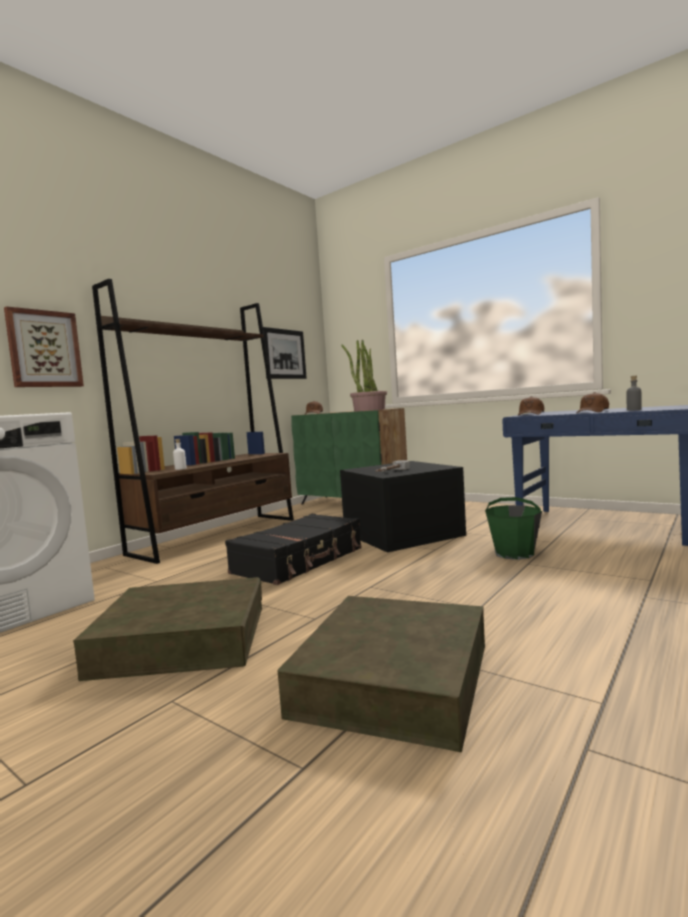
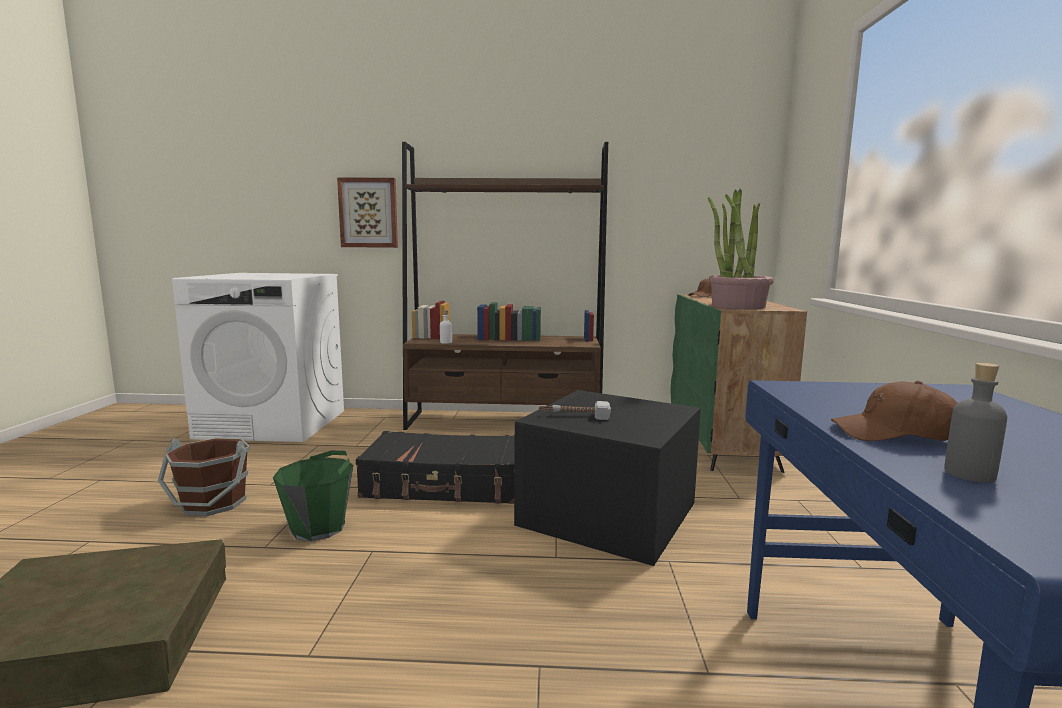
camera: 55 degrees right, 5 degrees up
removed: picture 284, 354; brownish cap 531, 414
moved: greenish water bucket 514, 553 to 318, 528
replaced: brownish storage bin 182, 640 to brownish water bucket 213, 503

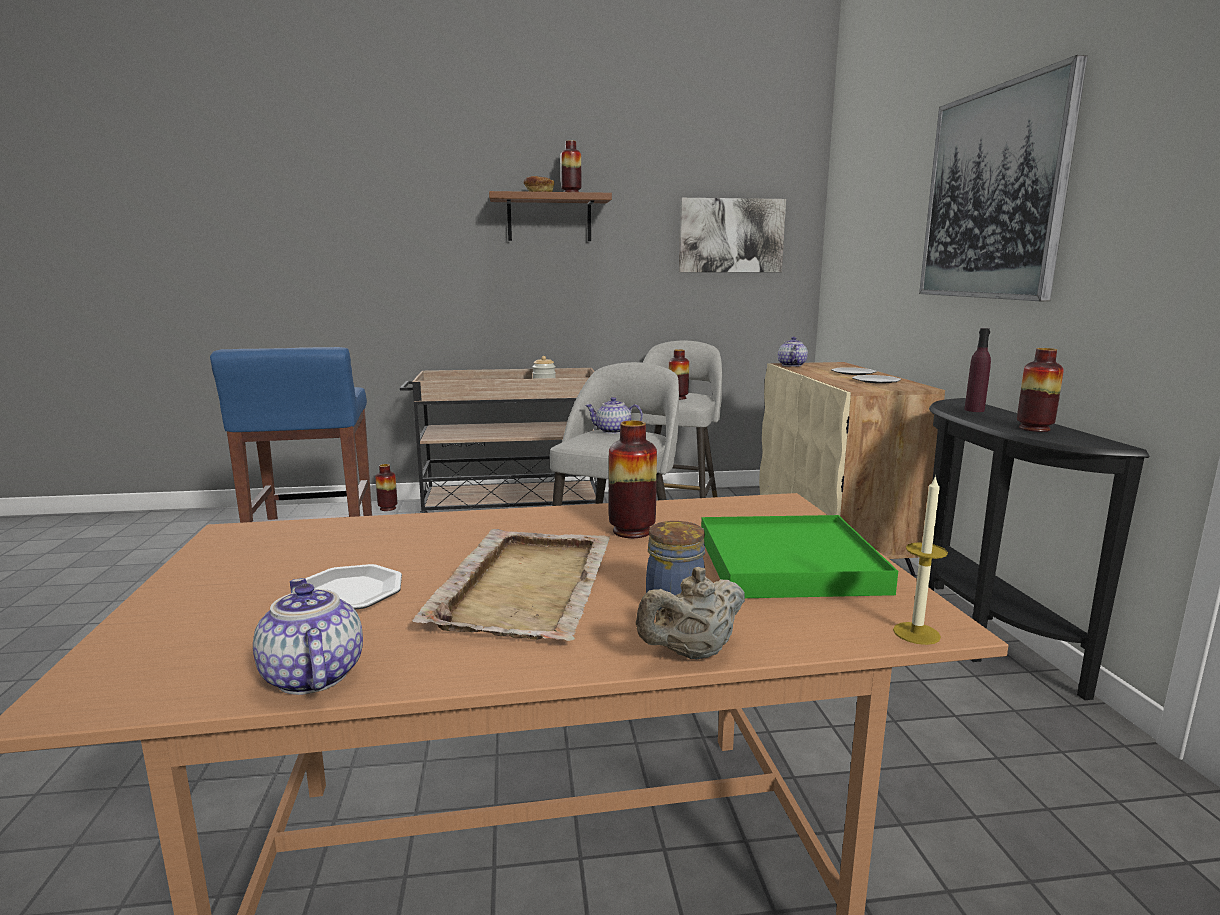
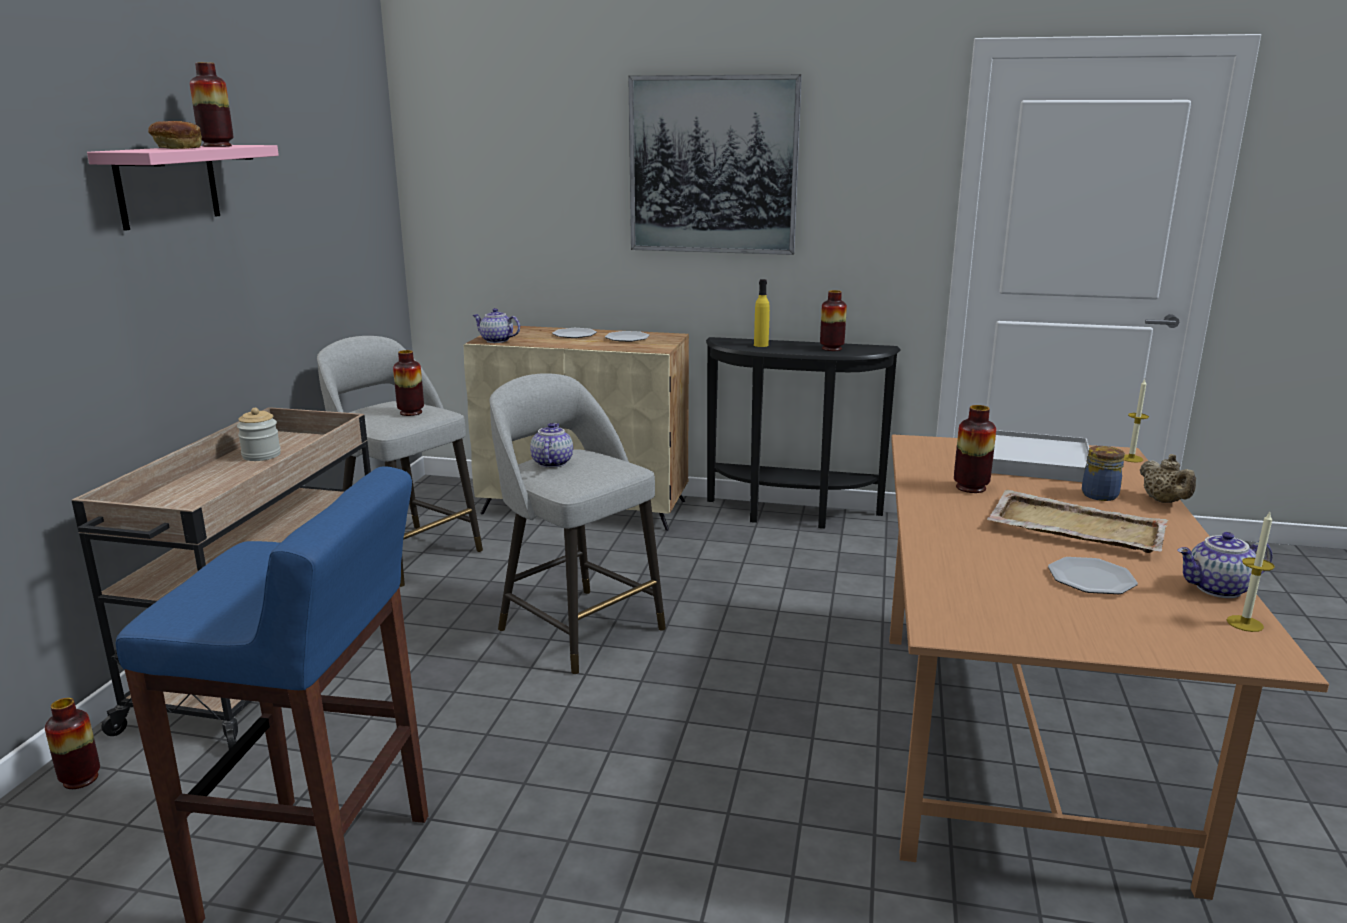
camera: 70 degrees left, 5 degrees up
removed: picture 731, 235
added: candle 1244, 623
recoloured: brownish shelf 549, 218 to pinkish shelf 167, 185; greenish tray 789, 564 to whitish tray 1037, 462; purple drink bottle 974, 410 to yellow drink bottle 761, 345
turned: tea pot 613, 431 = 551, 463 150 degrees clockwise

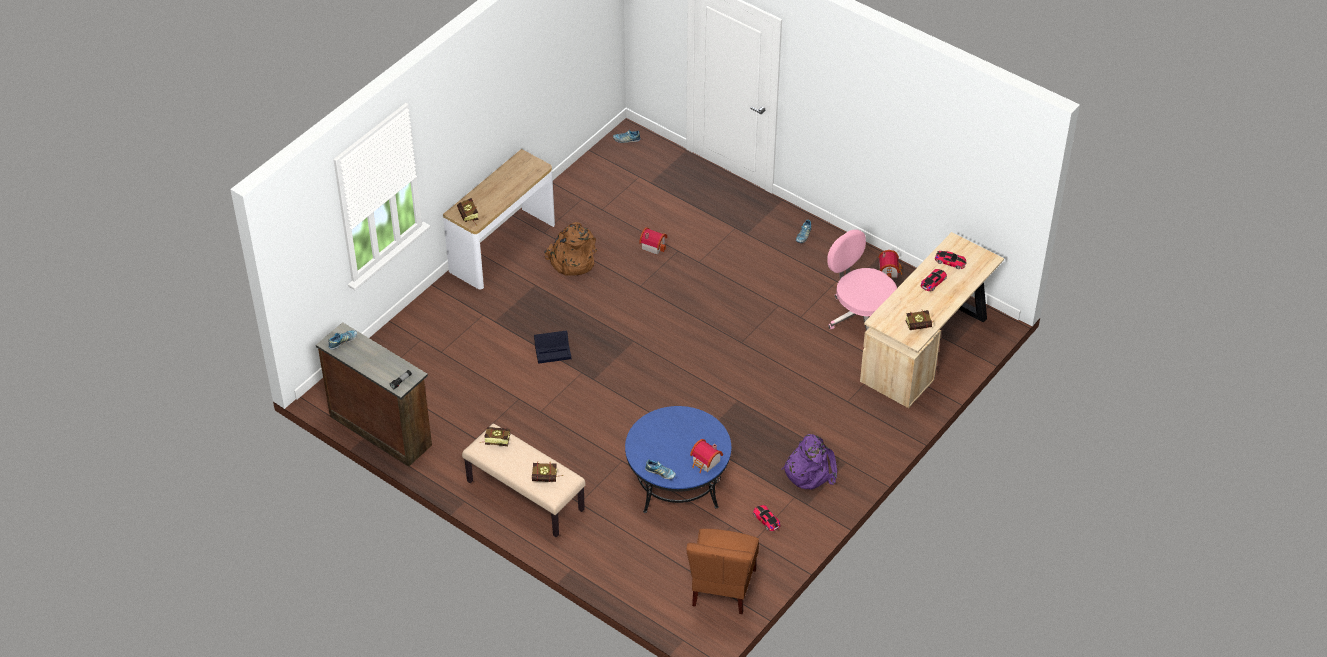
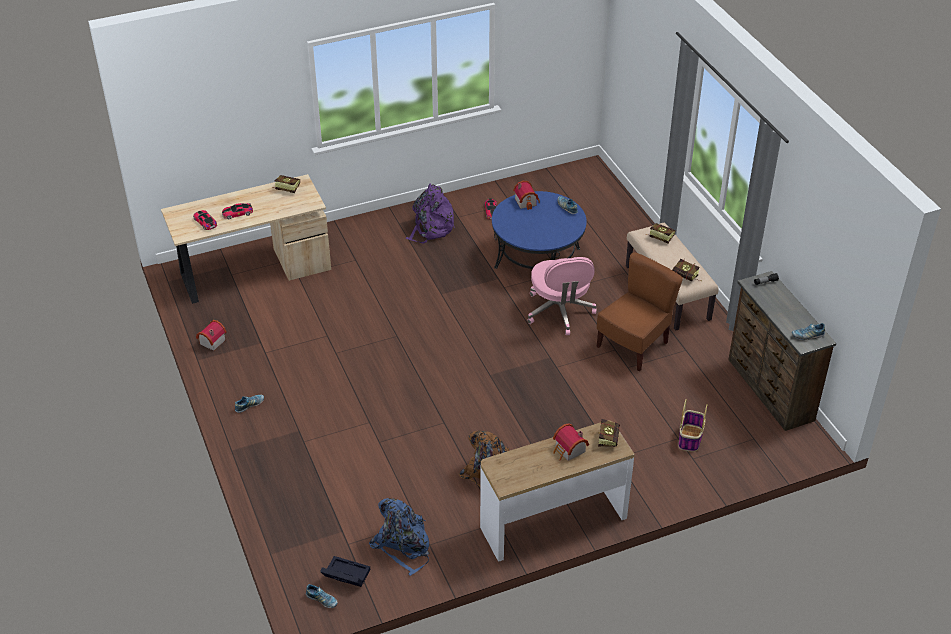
camera: 150 degrees left, 5 degrees down
added: blue knapsack 403, 545; household basket 690, 439
moved: black storage bin 554, 351 to 344, 575; model house 653, 245 to 569, 451; brownish chair 722, 588 to 633, 345; pinkish computer chair 860, 316 to 559, 312

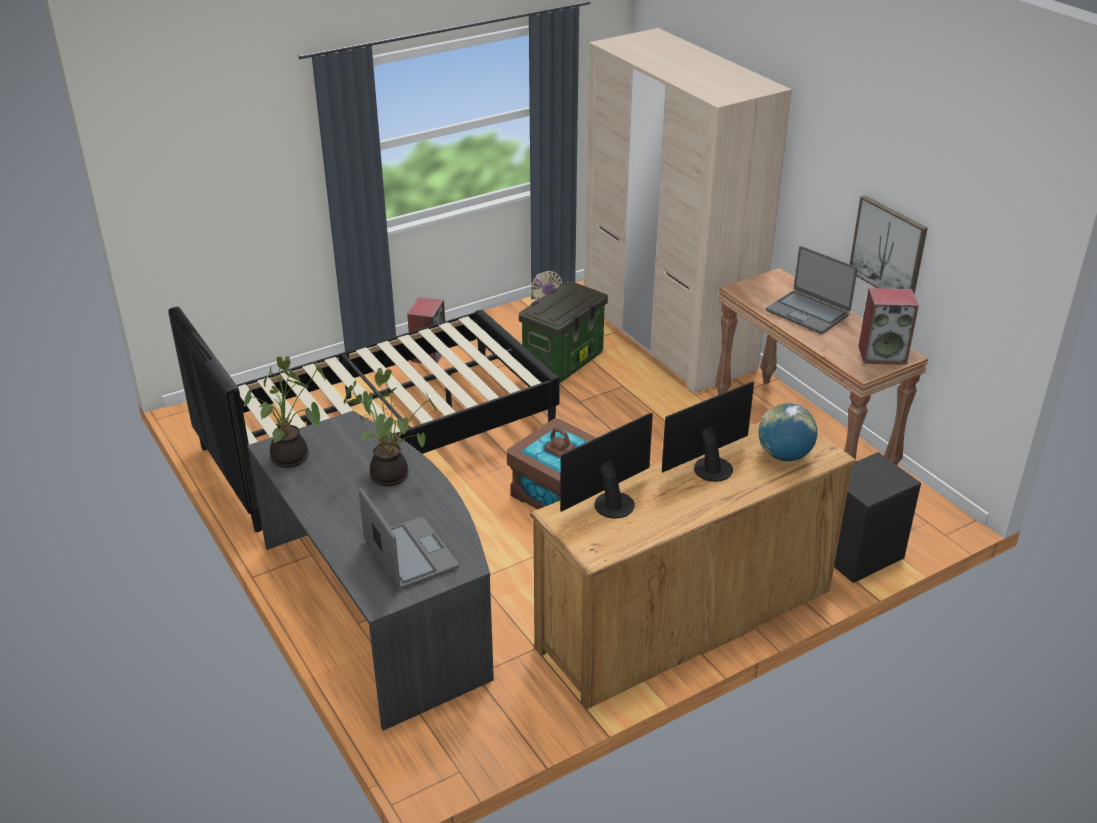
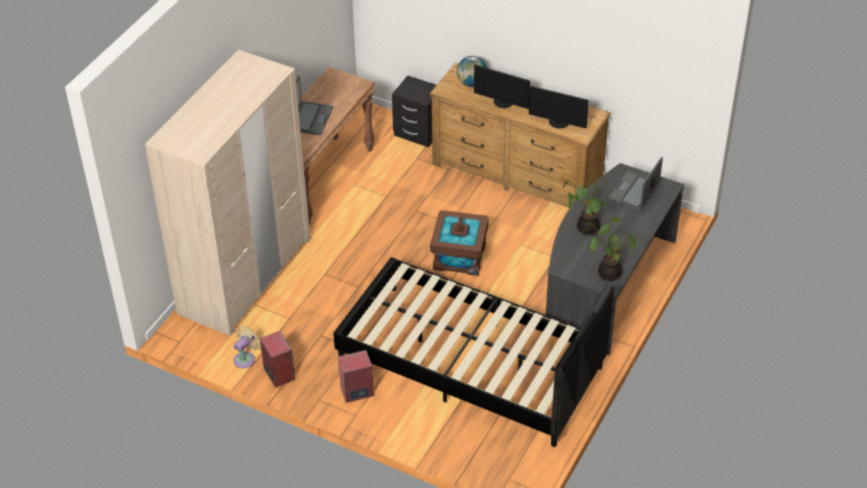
camera: 120 degrees left, 10 degrees up
removed: storage bin 563, 361; picture 888, 249
moved: audio speaker 883, 355 to 278, 373

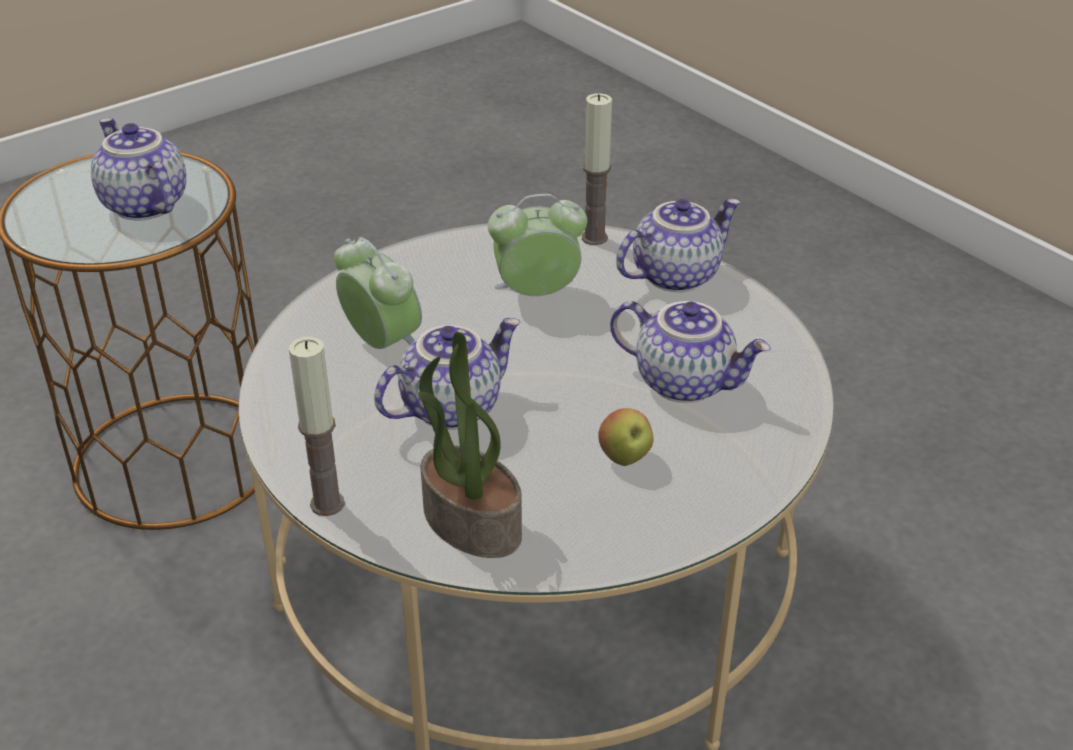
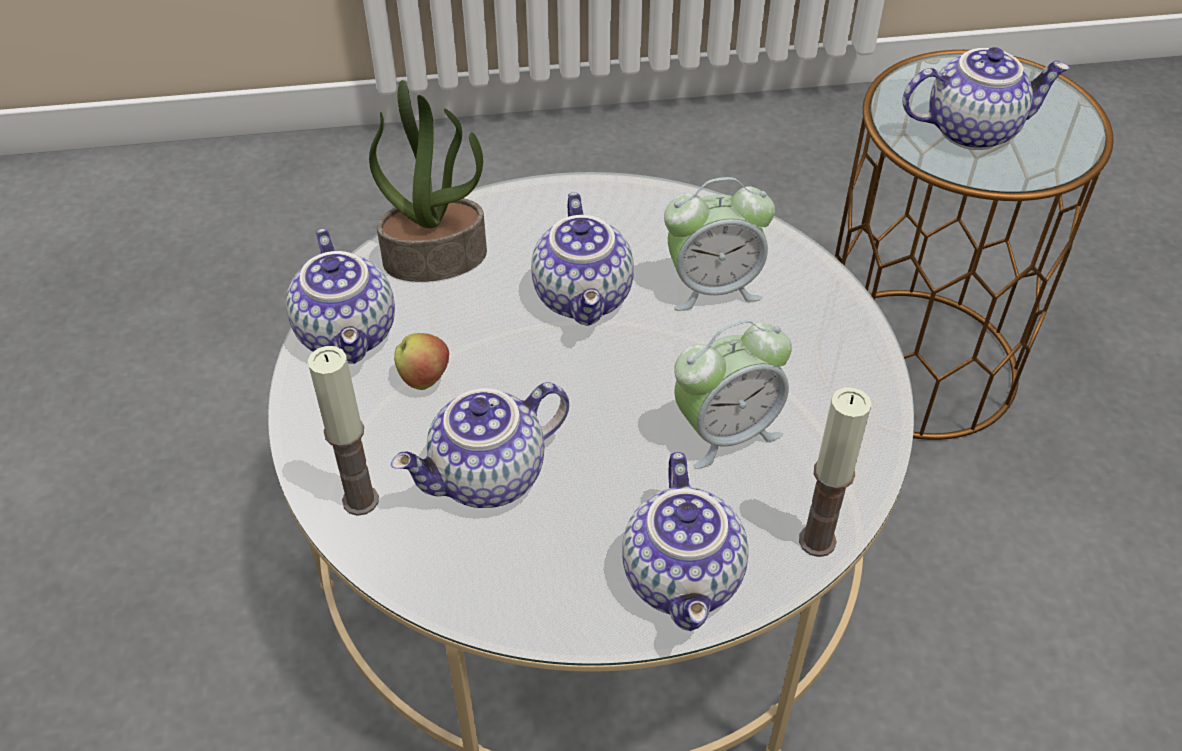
camera: 120 degrees right, 10 degrees up
added: tea pot 350, 334
moved: candle 327, 504 to 360, 500
turned: alarm clock 537, 294 = 726, 432 45 degrees clockwise

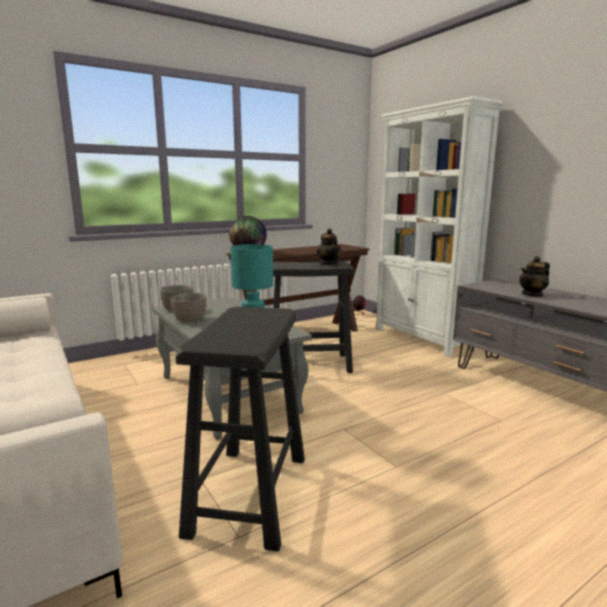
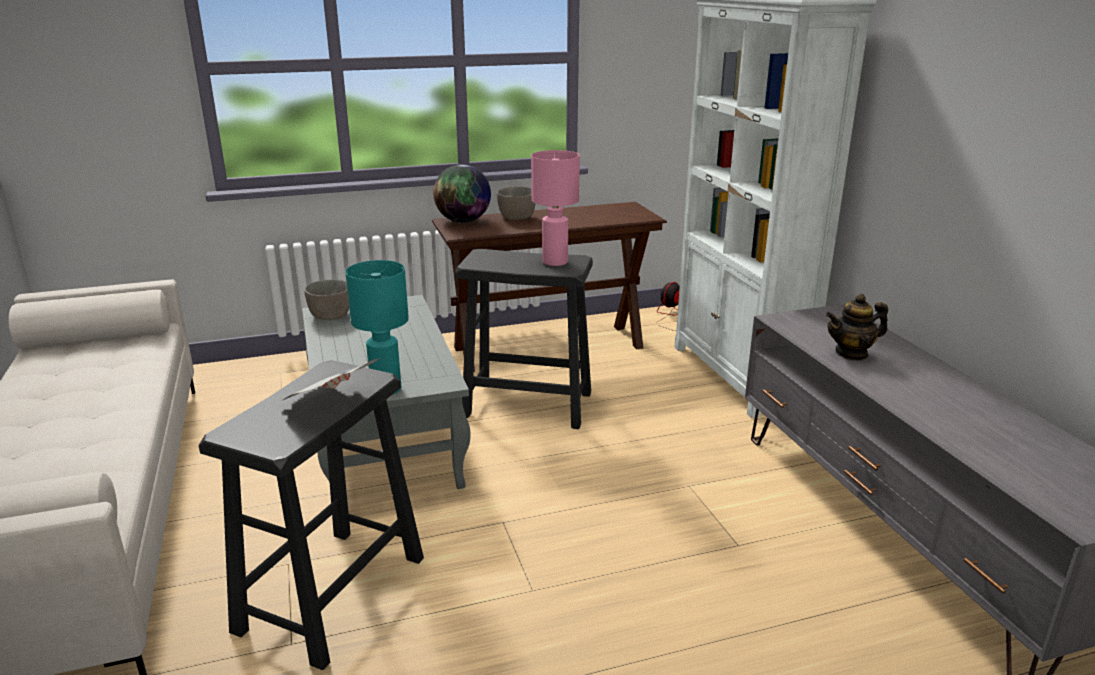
camera: 15 degrees right, 10 degrees up
added: printed paper 332, 404
moved: greyish serving bowl 189, 320 to 516, 218
replaced: tea pot 329, 263 to pinkish tabletop lamp 555, 262

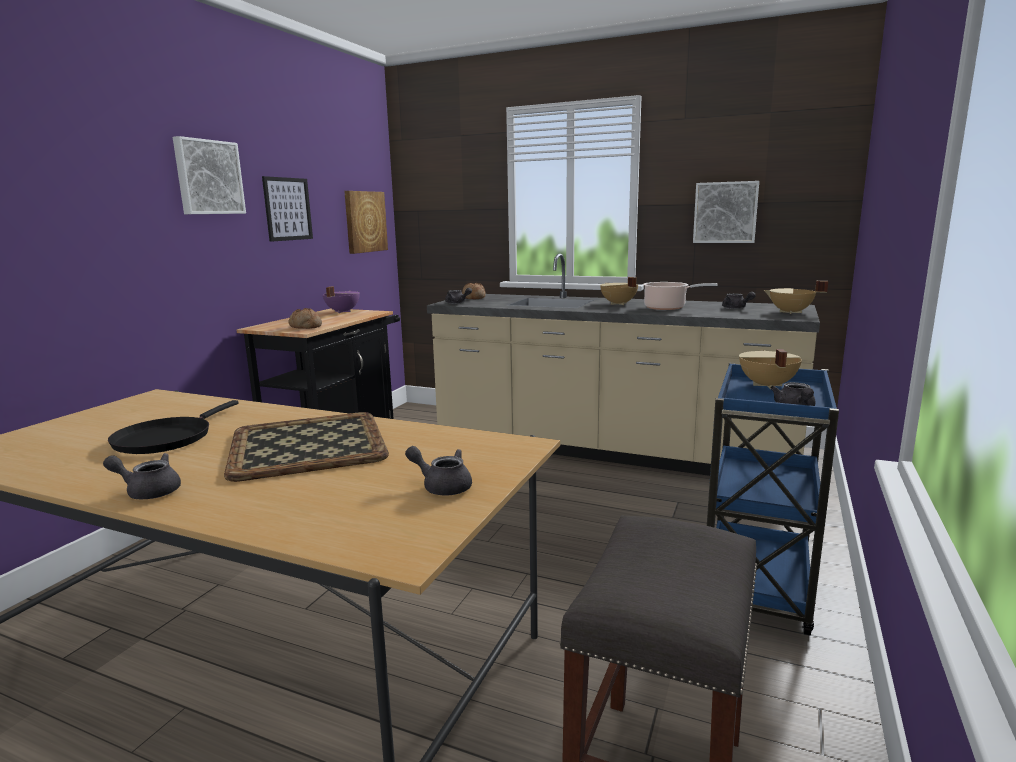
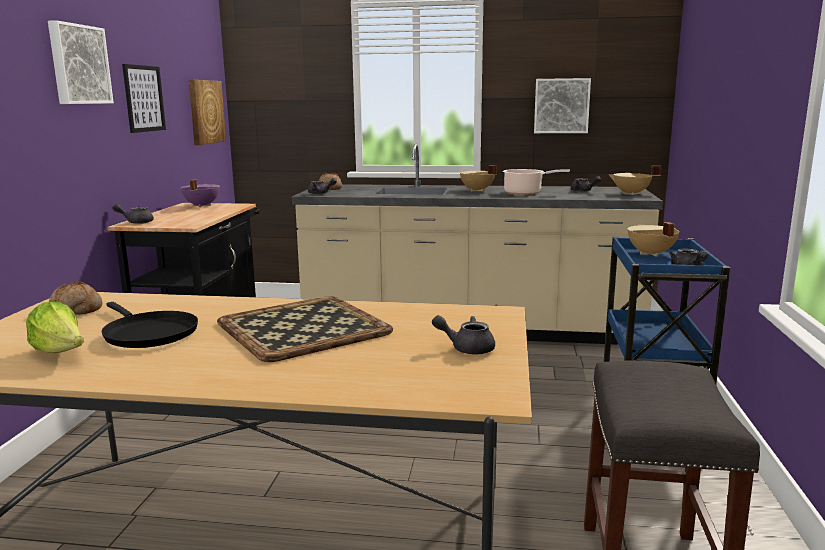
camera: 15 degrees left, 0 degrees up
added: lettuce head 61, 353
moved: greyish tea pot 148, 491 to 136, 222; bakery bread 305, 327 to 76, 310
turned: black frying pan 167, 438 = 148, 333 45 degrees counterclockwise

